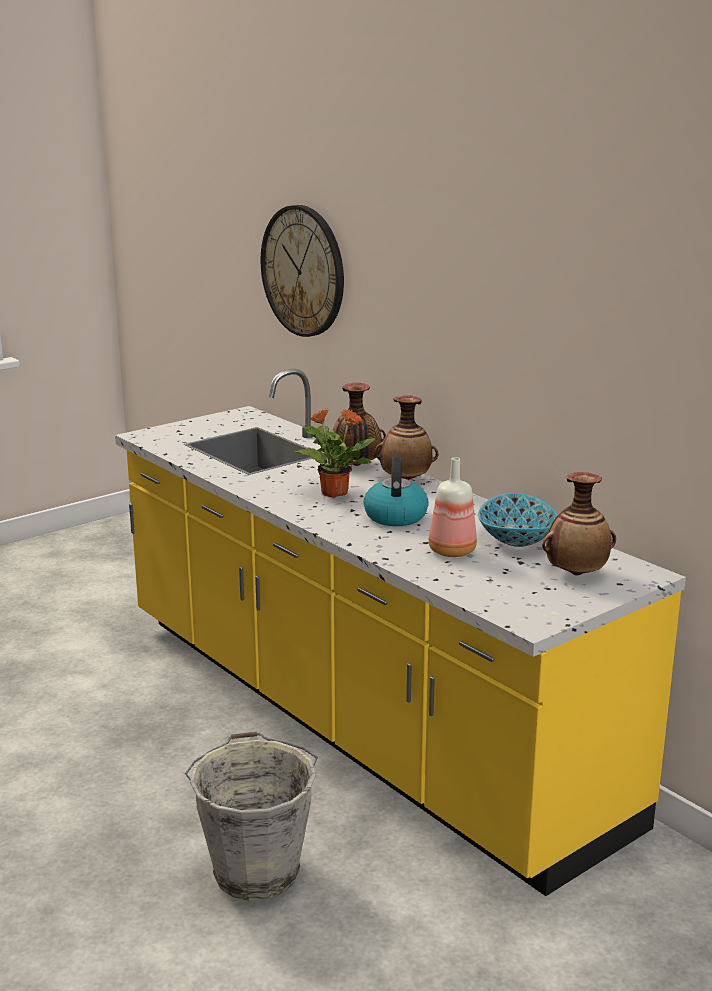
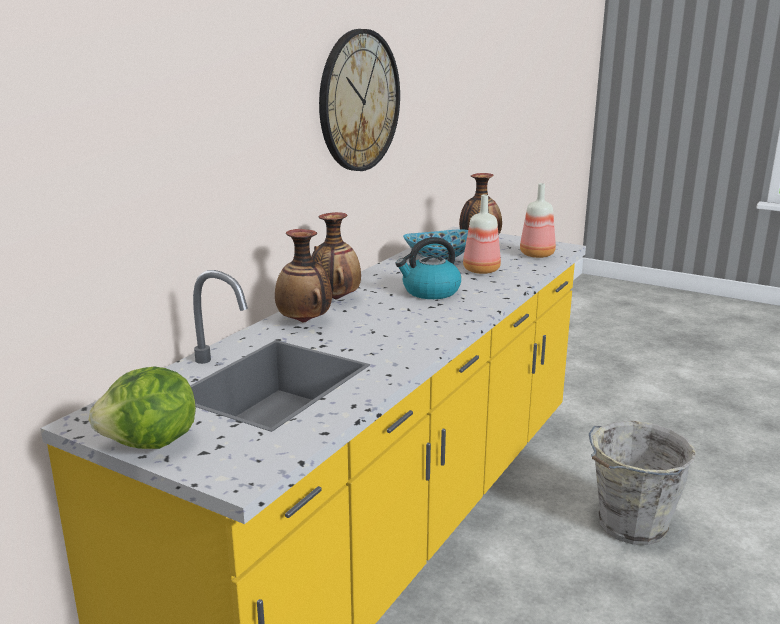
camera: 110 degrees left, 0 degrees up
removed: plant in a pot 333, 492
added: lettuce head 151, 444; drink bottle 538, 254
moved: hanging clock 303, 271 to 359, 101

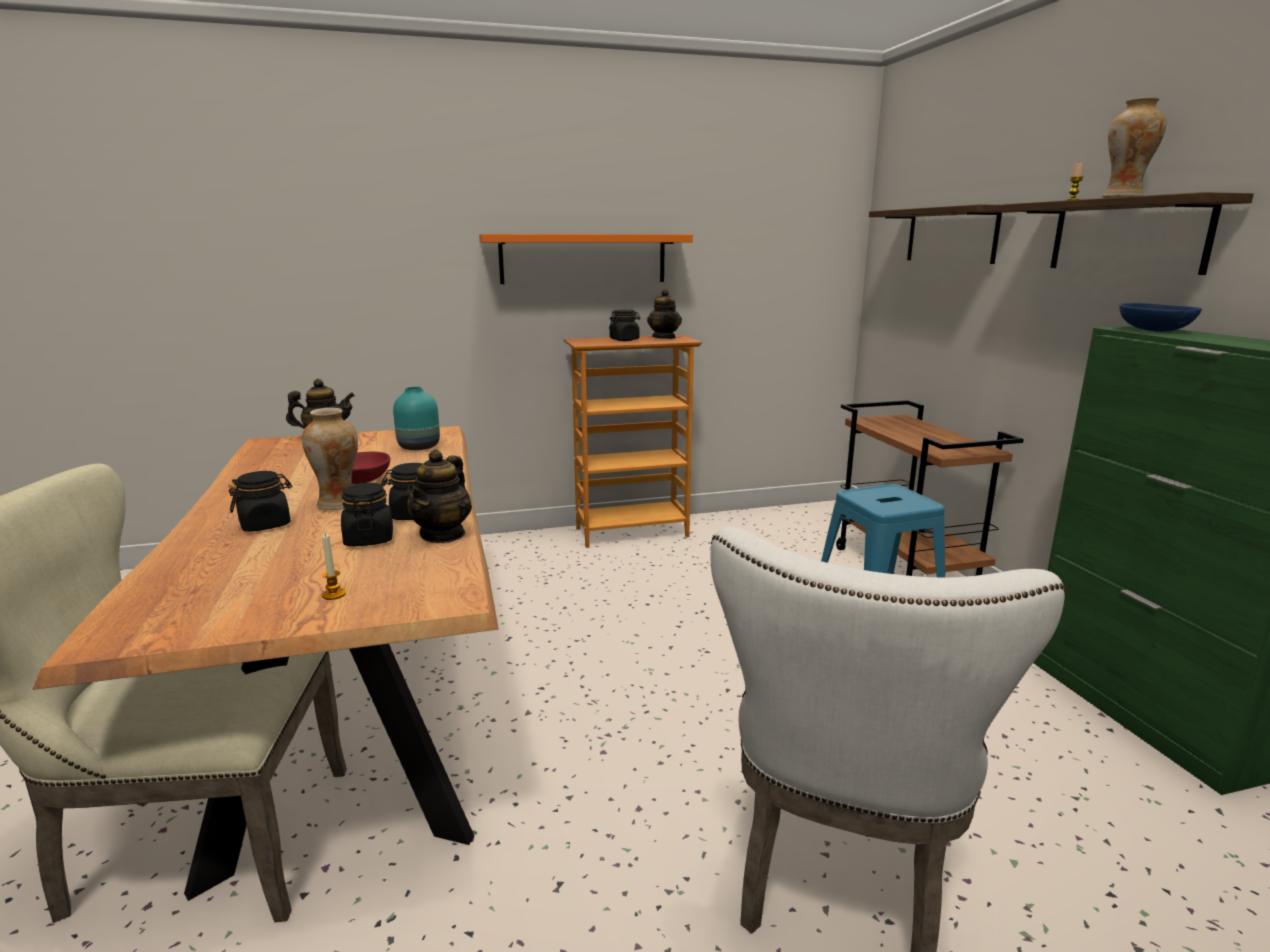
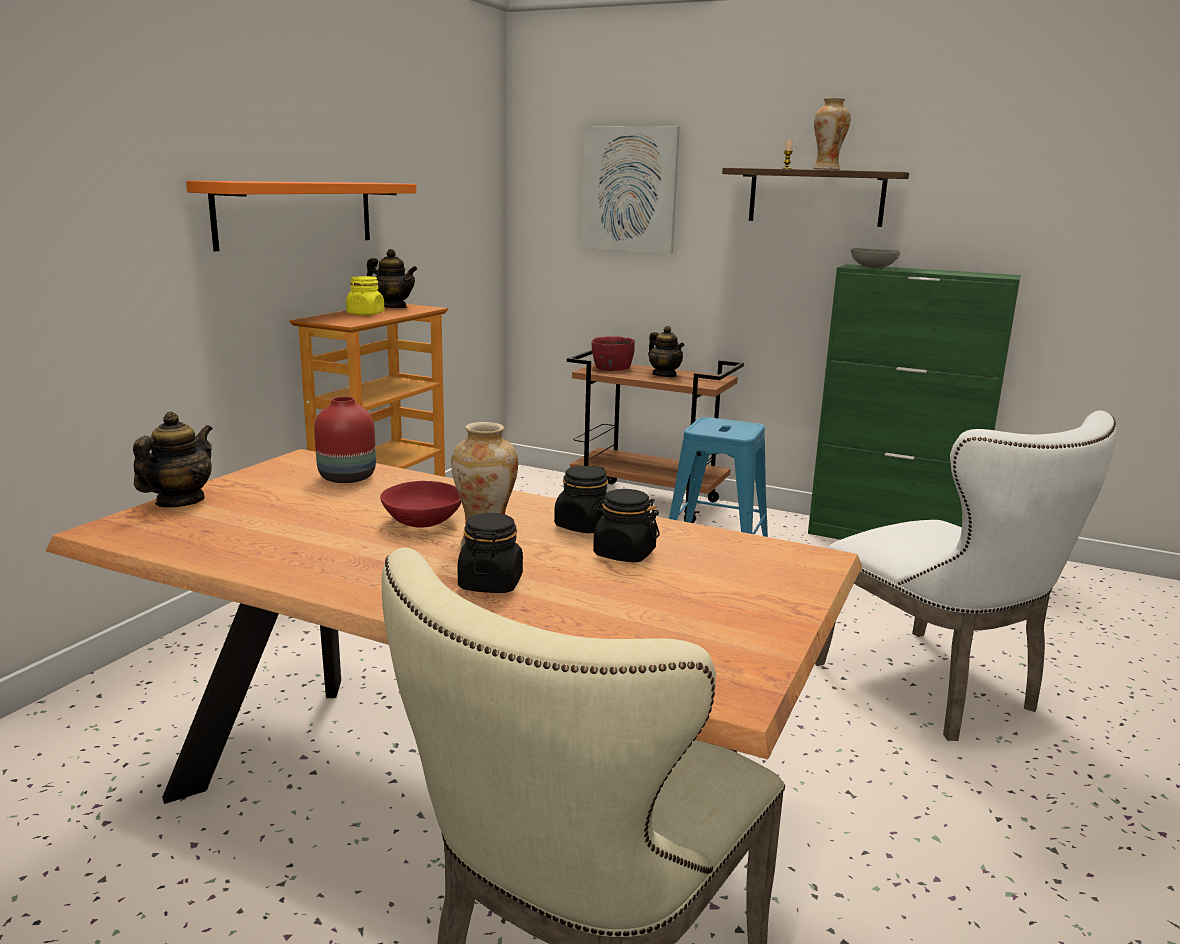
camera: 50 degrees left, 0 degrees up
removed: candle 334, 594
added: red-coloured serving bowl 611, 368
moved: tea pot 443, 534 to 664, 375
replaced: shelf 951, 235 to picture 629, 189
recoloured: turquoise vase 420, 447 to red-coloured vase 348, 477; black storage jar 624, 340 to yellow storage jar 365, 314; blue serving bowl 1154, 331 to greyish serving bowl 872, 267

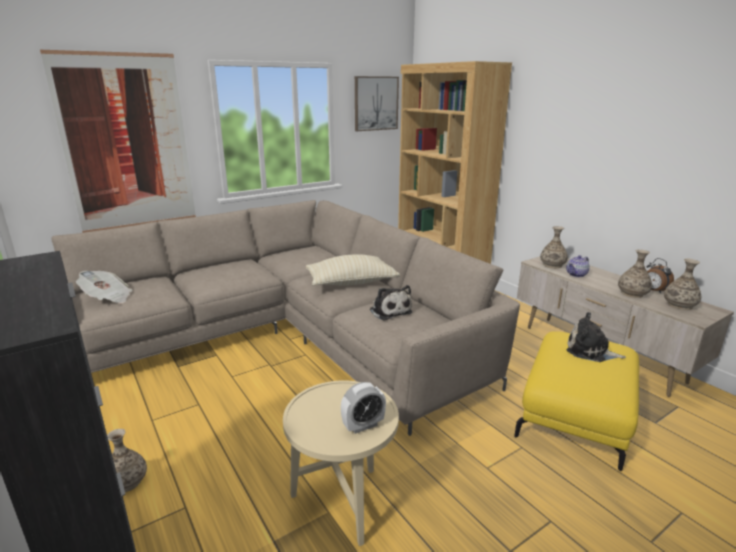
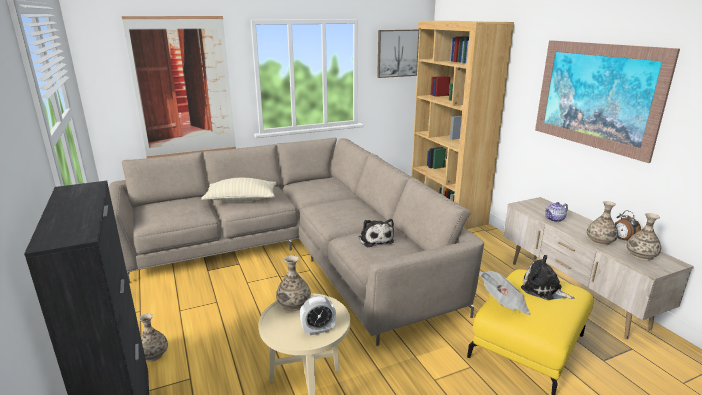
camera: 10 degrees right, 0 degrees up
added: picture 596, 96
moved: printed paper 108, 298 to 504, 304; beige-coloured cushion 352, 282 to 241, 200; vase 552, 265 to 293, 304

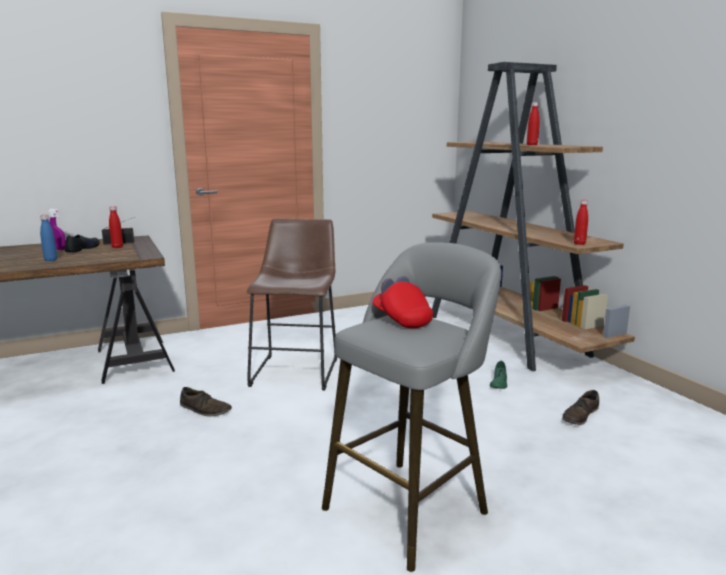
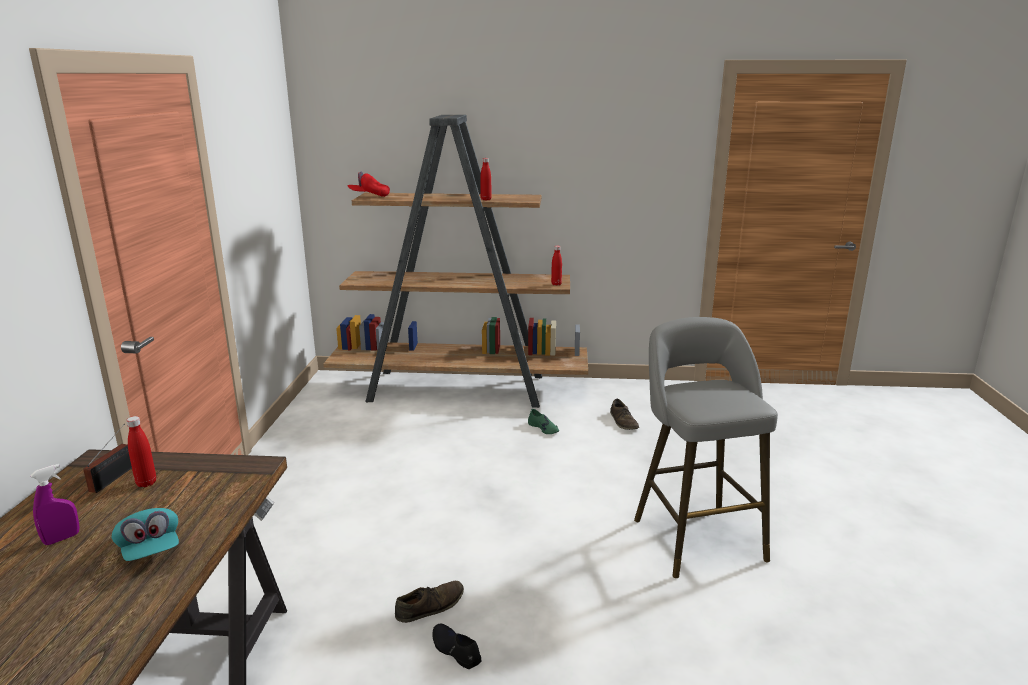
camera: 60 degrees left, 5 degrees up
removed: brownish sitting stool 297, 369
moved: black item of footwear 82, 249 to 455, 650; red-coloured cap 401, 319 to 369, 196
replaced: blue drink bottle 51, 260 to turquoise cap 150, 550

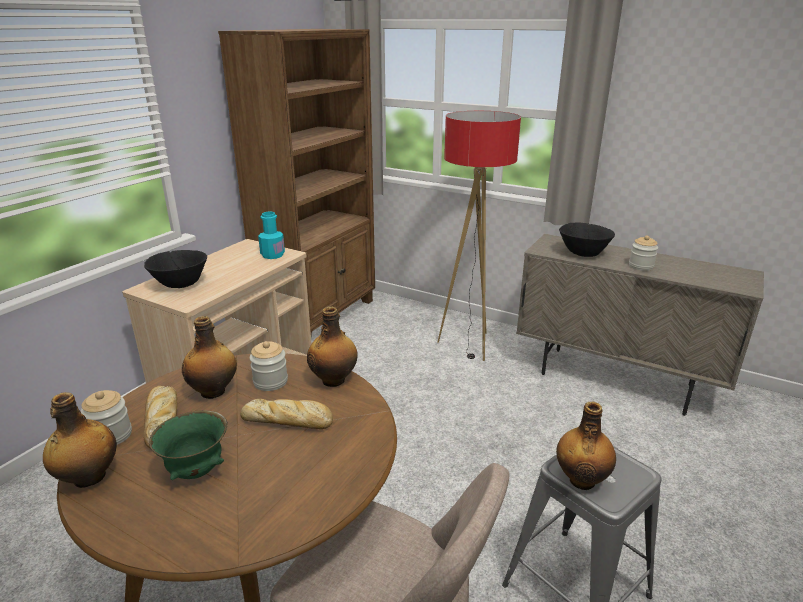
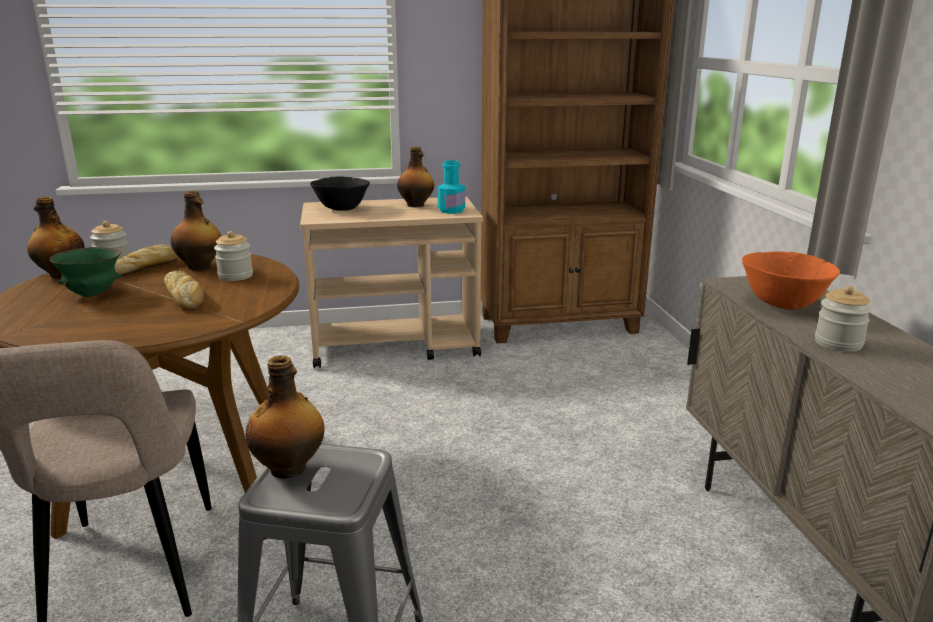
camera: 50 degrees right, 5 degrees down
removed: standard lamp 468, 345
moved: drink bottle 334, 380 to 416, 205
recoloured: black serving bowl 583, 254 to orangey serving bowl 782, 304

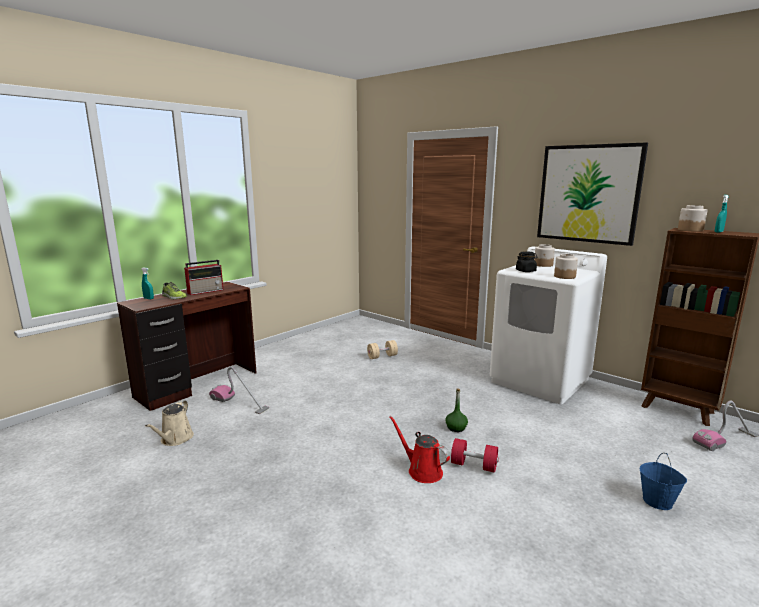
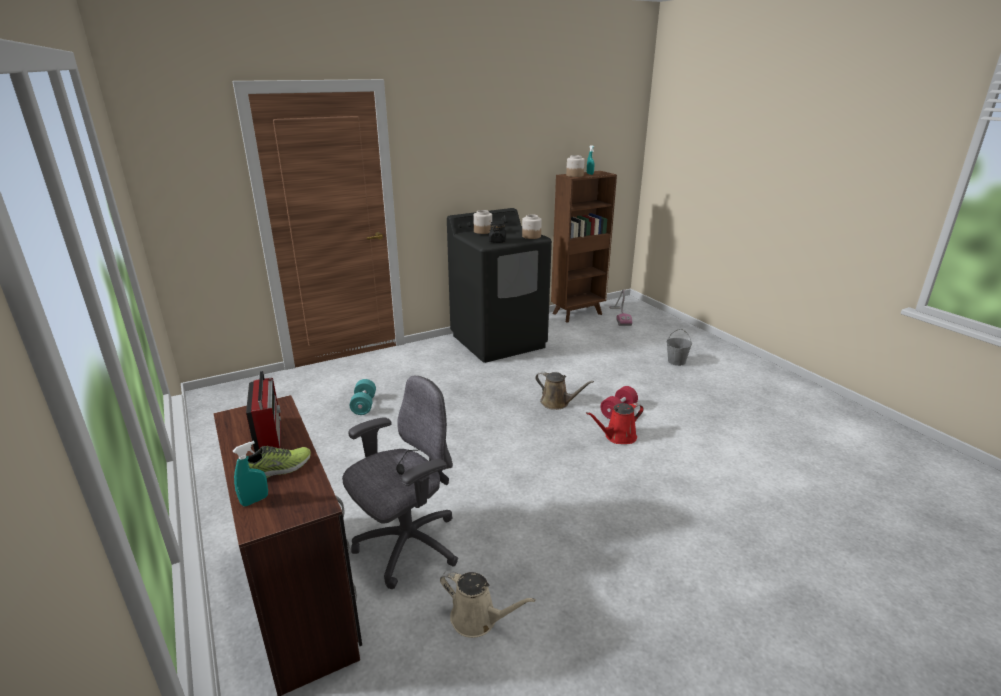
camera: 70 degrees left, 10 degrees up
removed: picture 588, 194
replaced: hoover 239, 403 to greyish computer chair 406, 546; greenish drink bottle 456, 427 to brownish watering pot 557, 403
recoloured: beige-coloured dumbbell 382, 356 to turquoise dumbbell 364, 405; whitish washing machine 540, 380 to black washing machine 499, 341; blue water bucket 657, 501 to greyish water bucket 676, 361

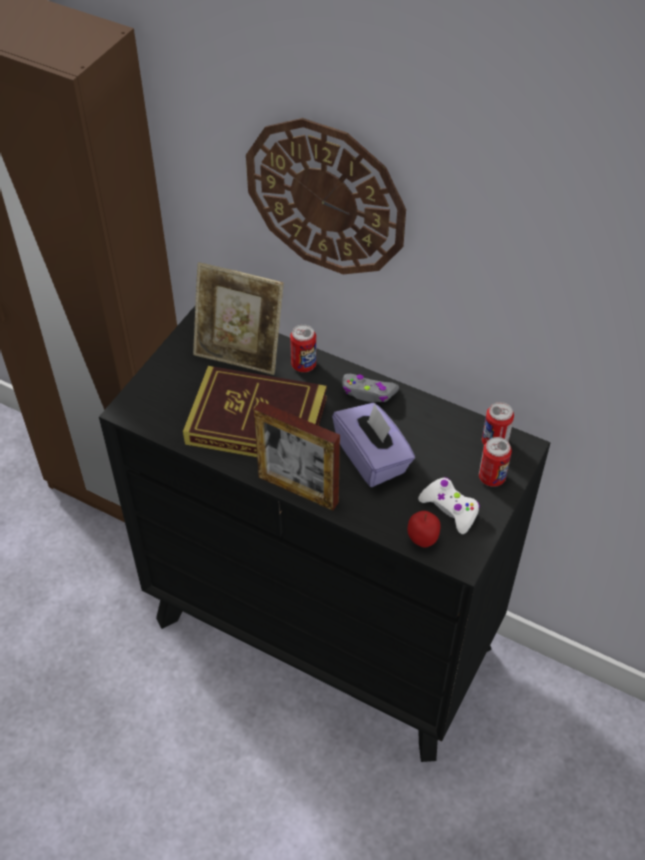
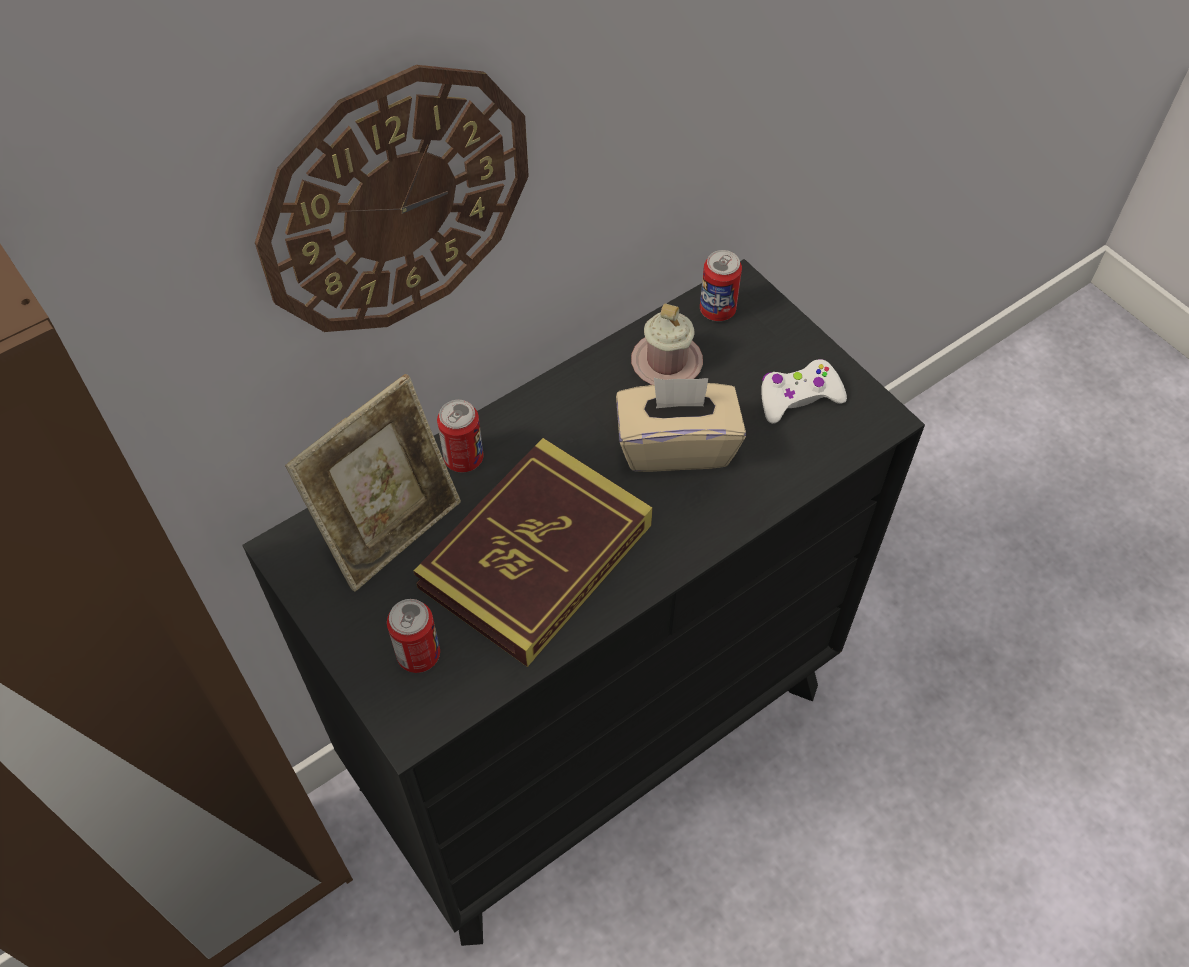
camera: 65 degrees left, 5 degrees up
removed: photo frame 298, 489; greyish joypad 368, 392; apple 422, 540
added: pinkish mug 666, 362
moved: metal can 491, 477 to 418, 655
recoloured: purple tissue holder 372, 458 to beige-coloured tissue holder 676, 445

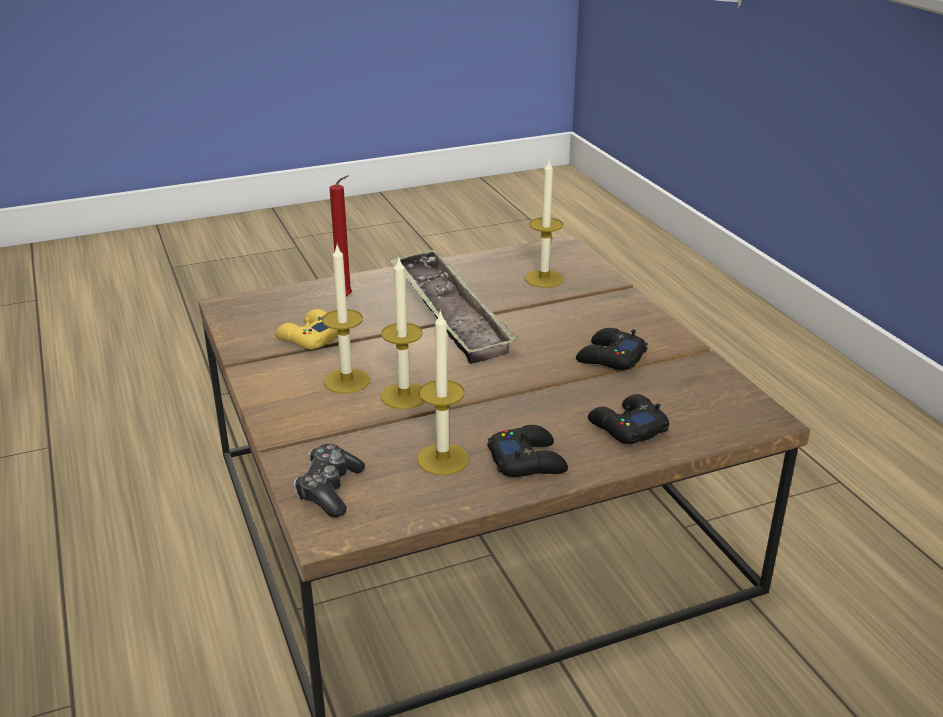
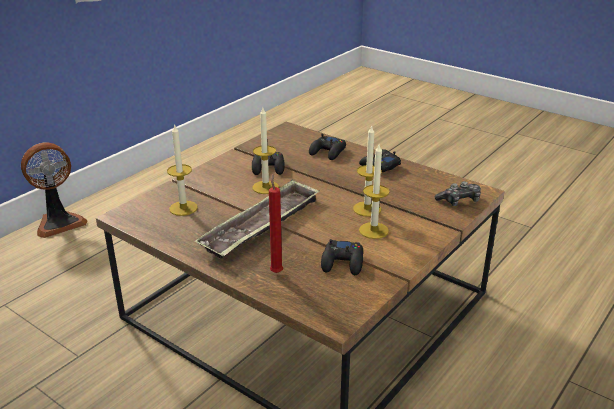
camera: 120 degrees left, 0 degrees up
added: cooling fan 59, 222
moved: candle 442, 459 to 265, 187
recoloured: yellow joypad 310, 338 to black joypad 343, 262

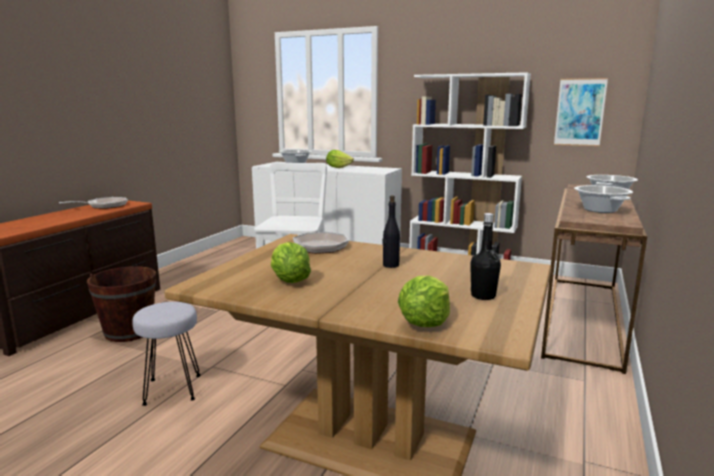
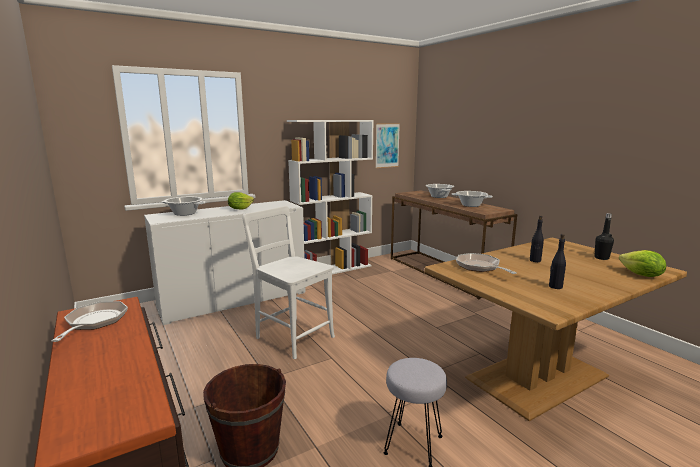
camera: 55 degrees left, 0 degrees up
replaced: lettuce head 289, 280 to black drink bottle 555, 286

